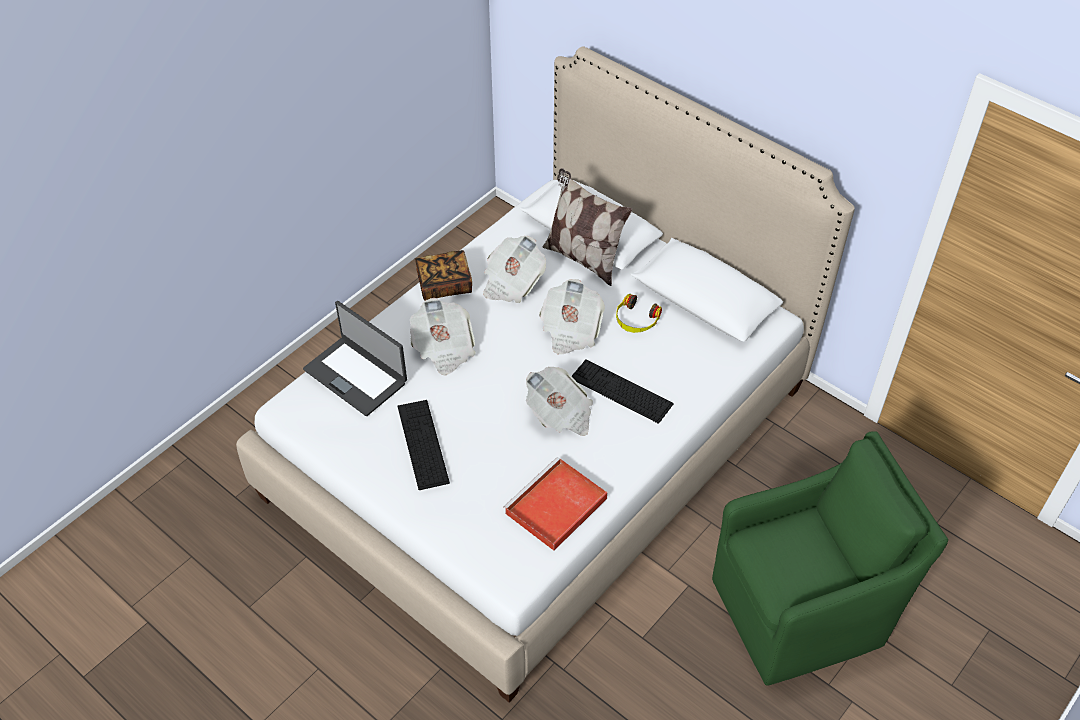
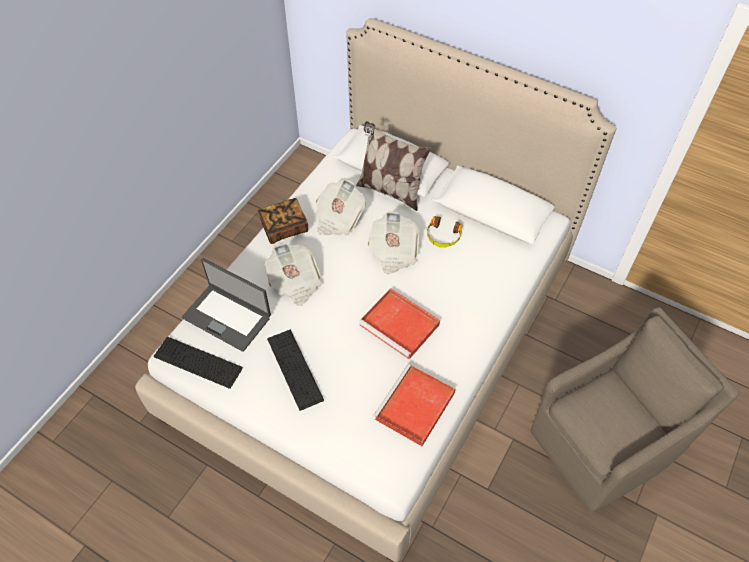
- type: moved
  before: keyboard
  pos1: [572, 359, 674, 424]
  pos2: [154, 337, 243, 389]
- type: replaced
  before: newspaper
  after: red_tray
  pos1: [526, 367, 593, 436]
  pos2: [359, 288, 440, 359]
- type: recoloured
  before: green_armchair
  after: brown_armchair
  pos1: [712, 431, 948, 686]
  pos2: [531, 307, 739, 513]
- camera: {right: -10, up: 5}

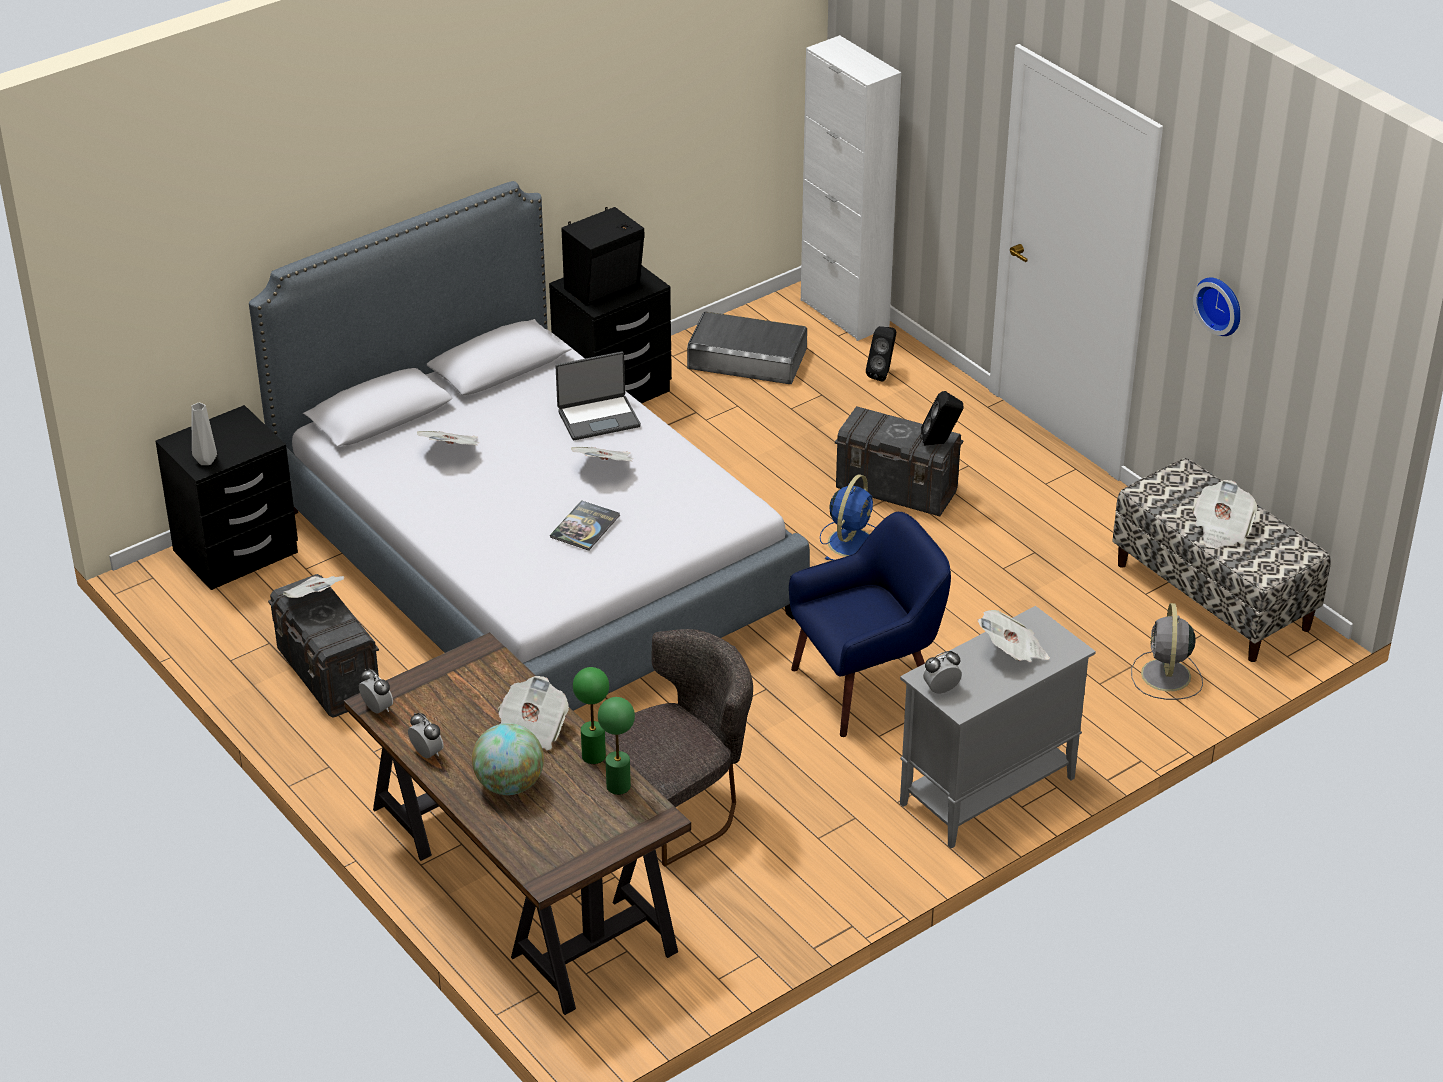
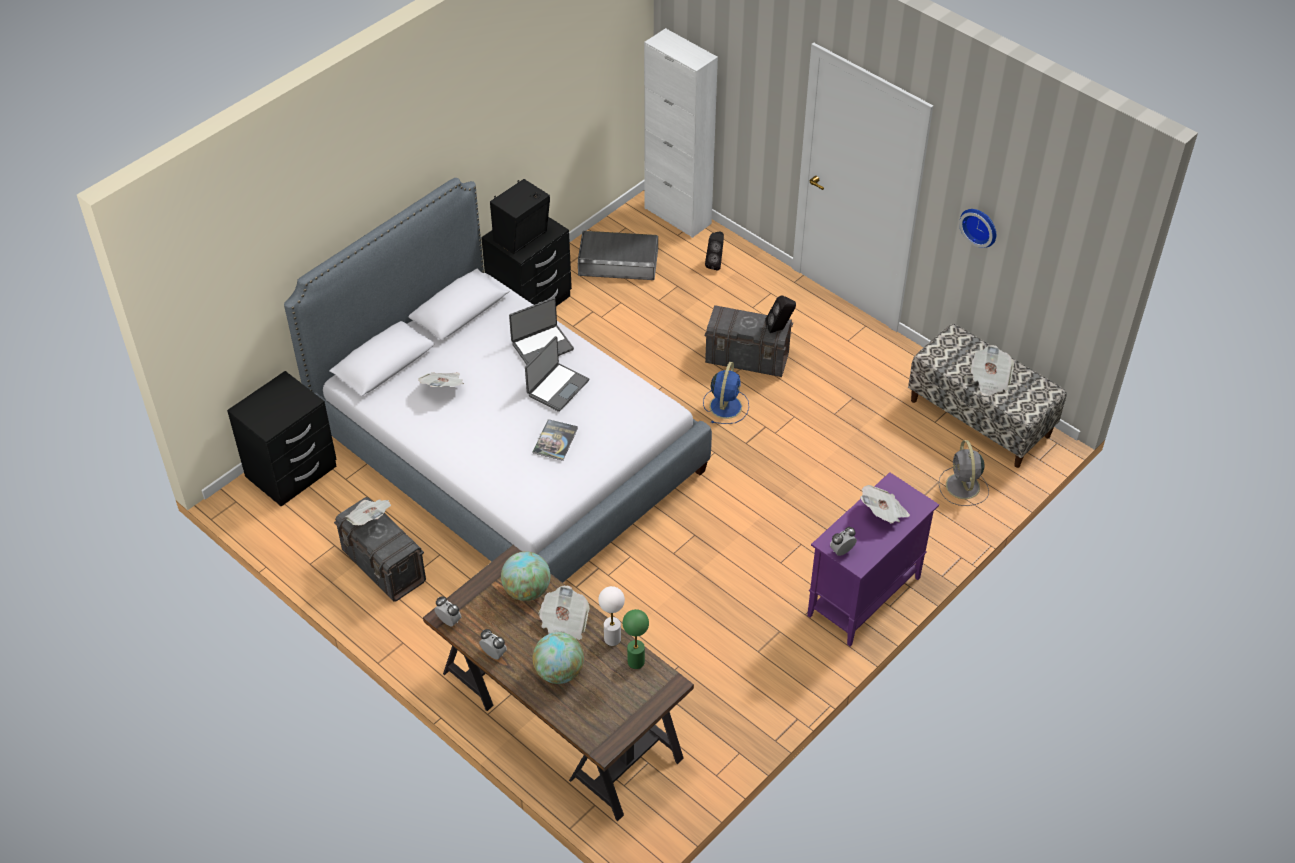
- type: removed
  before: grey_vase
  pos1: [191, 402, 217, 465]
- type: removed
  before: grey_chair
  pos1: [605, 629, 753, 867]
- type: removed
  before: blue_armchair
  pos1: [789, 512, 951, 737]
- type: added
  after: globe
  pos2: [501, 551, 550, 601]
- type: replaced
  before: newspaper
  after: laptop
  pos1: [571, 447, 633, 462]
  pos2: [525, 336, 589, 412]
- type: recoloured
  before: green_table_lamp
  after: white_table_lamp
  pos1: [573, 667, 609, 764]
  pos2: [598, 586, 625, 646]
- type: recoloured
  before: grey_cabinet
  after: purple_cabinet
  pos1: [900, 606, 1096, 849]
  pos2: [807, 472, 939, 646]
- camera: {right: -10, up: 10}

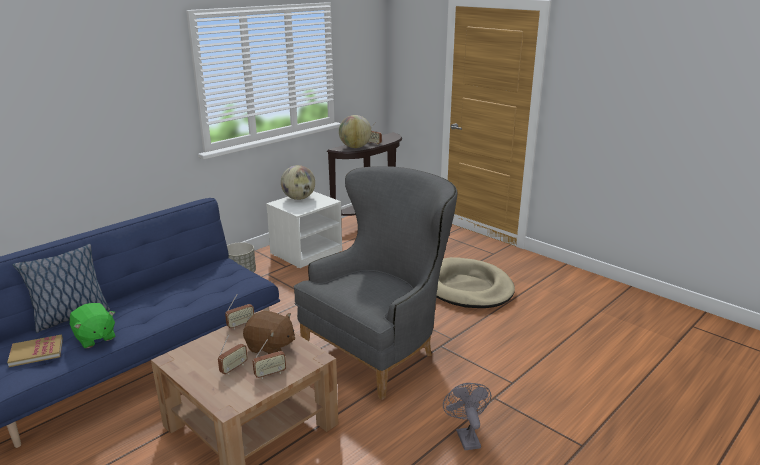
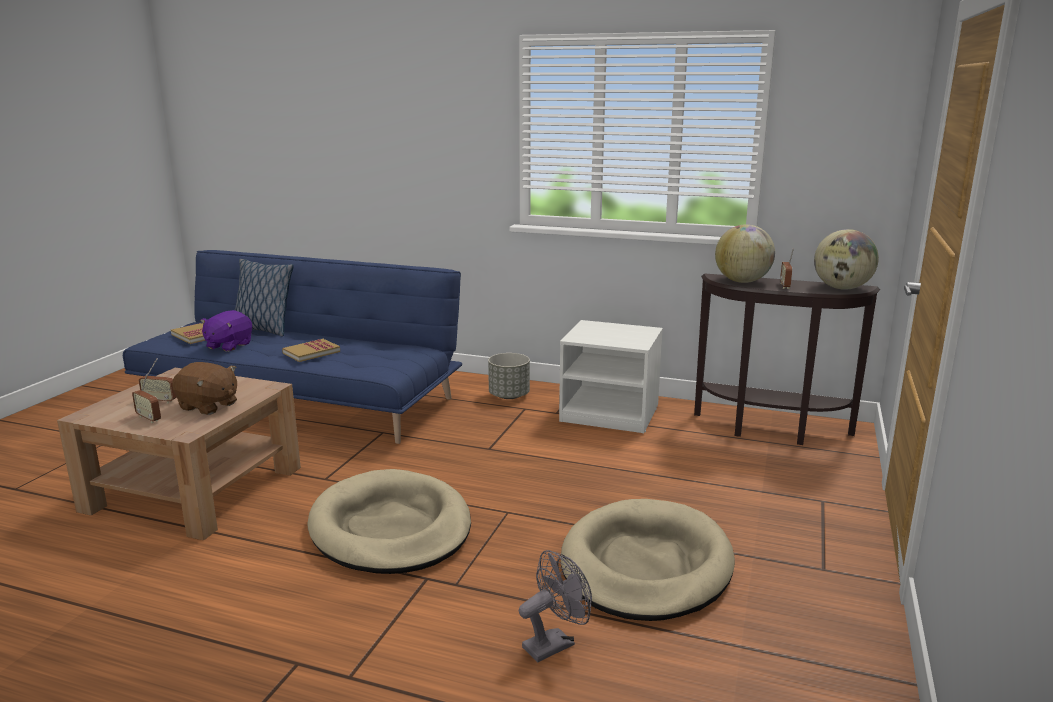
- type: removed
  before: radio
  pos1: [225, 294, 254, 329]
- type: added
  after: book
  pos2: [282, 339, 340, 362]
- type: moved
  before: globe
  pos1: [281, 165, 315, 200]
  pos2: [814, 229, 879, 290]
- type: moved
  before: grey_fan
  pos1: [443, 383, 491, 450]
  pos2: [519, 550, 592, 662]
- type: replaced
  before: grey_armchair
  after: beige_dog_bed
  pos1: [294, 166, 457, 400]
  pos2: [307, 469, 471, 574]
- type: recoloured
  before: green_plush_toy
  after: purple_plush_toy
  pos1: [70, 303, 115, 348]
  pos2: [200, 310, 252, 352]
- type: turned
  before: brown_plush_toy
  pos1: [243, 311, 295, 354]
  pos2: [172, 362, 237, 415]
  turn: -60
- camera: {right: 65, up: -5}

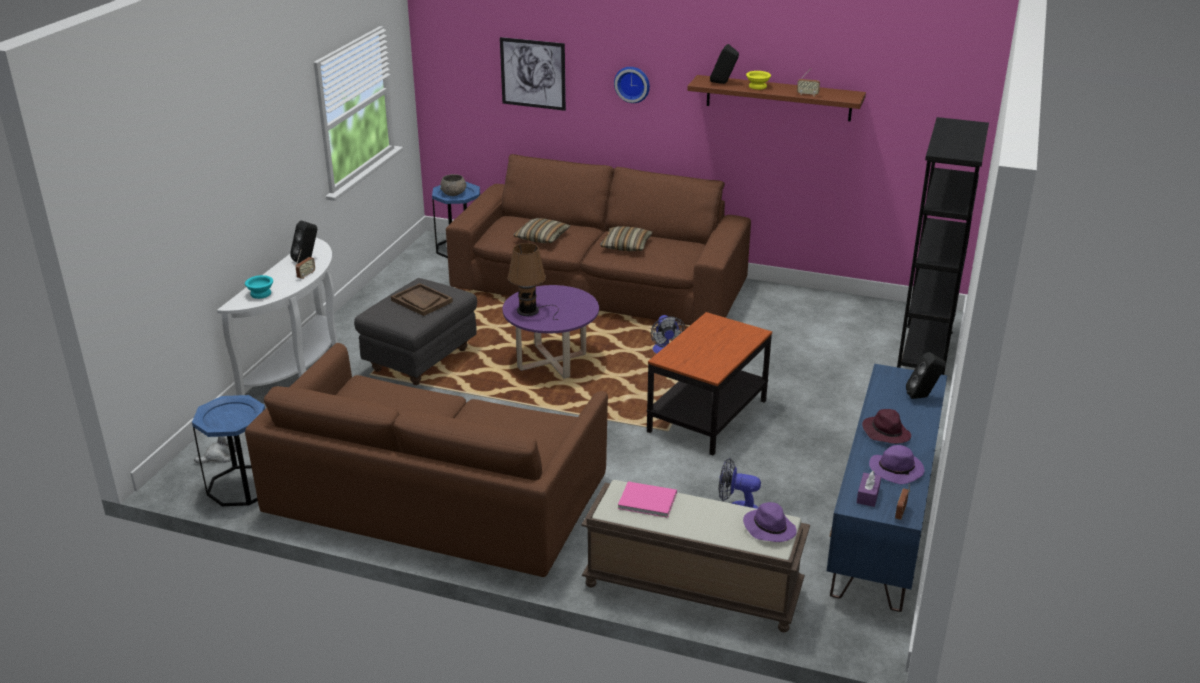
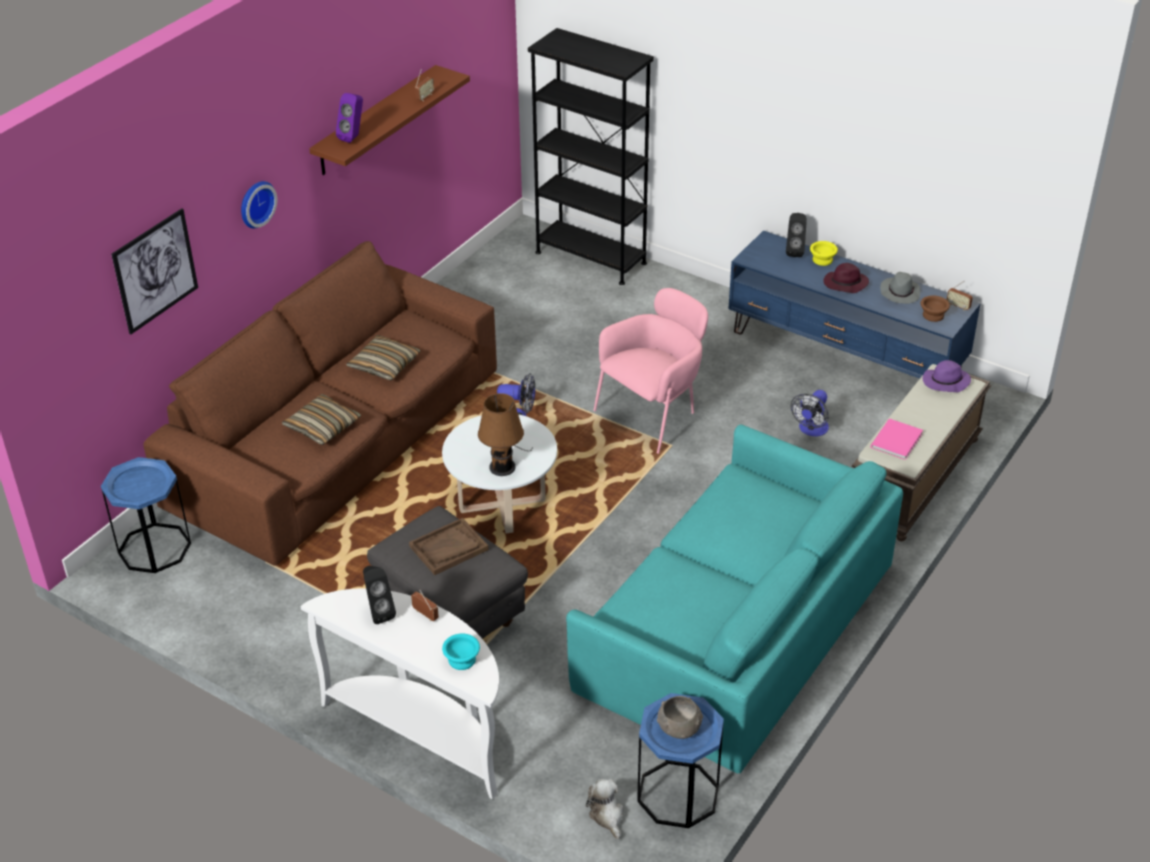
- type: moved
  before: grey_bowl
  pos1: [440, 174, 466, 196]
  pos2: [657, 696, 703, 739]
- type: moved
  before: yellow_bowl
  pos1: [746, 71, 771, 90]
  pos2: [810, 241, 838, 266]
- type: replaced
  before: side_table
  after: pink_armchair
  pos1: [647, 312, 772, 456]
  pos2: [593, 288, 708, 454]
- type: replaced
  before: purple_tissue_box
  after: brown_bowl
  pos1: [857, 471, 881, 507]
  pos2: [920, 295, 950, 322]
- type: recoloured
  before: brown_sofa
  after: turquoise_sofa
  pos1: [245, 343, 608, 577]
  pos2: [566, 424, 903, 774]
- type: recoloured
  before: purple_coffee_table
  after: white_coffee_table
  pos1: [503, 285, 599, 379]
  pos2: [442, 414, 557, 533]
- type: recoloured
  before: black_speaker
  after: purple_speaker
  pos1: [710, 44, 739, 84]
  pos2: [336, 93, 363, 143]
- type: recoloured
  before: purple_hat
  after: grey_hat
  pos1: [869, 445, 924, 484]
  pos2: [880, 272, 920, 304]
- camera: {right: -75, up: 10}

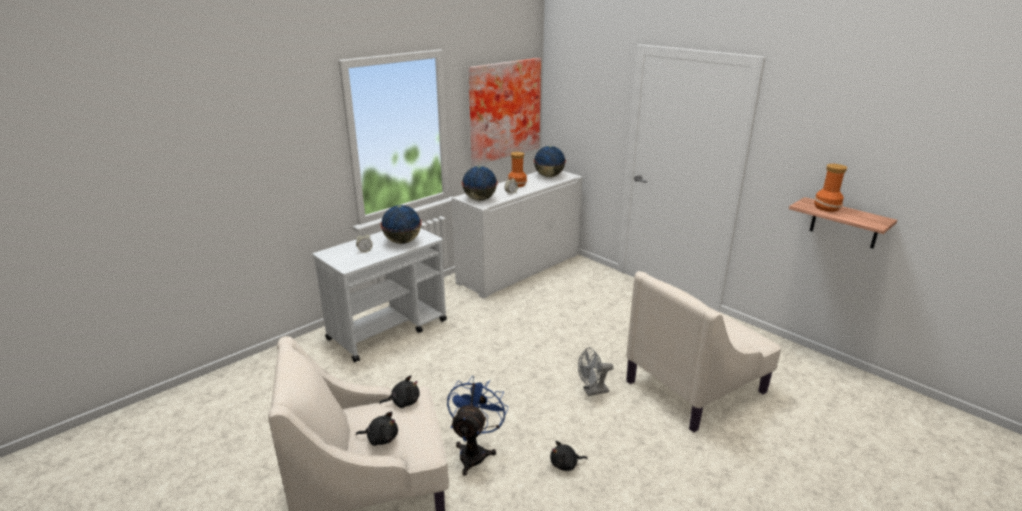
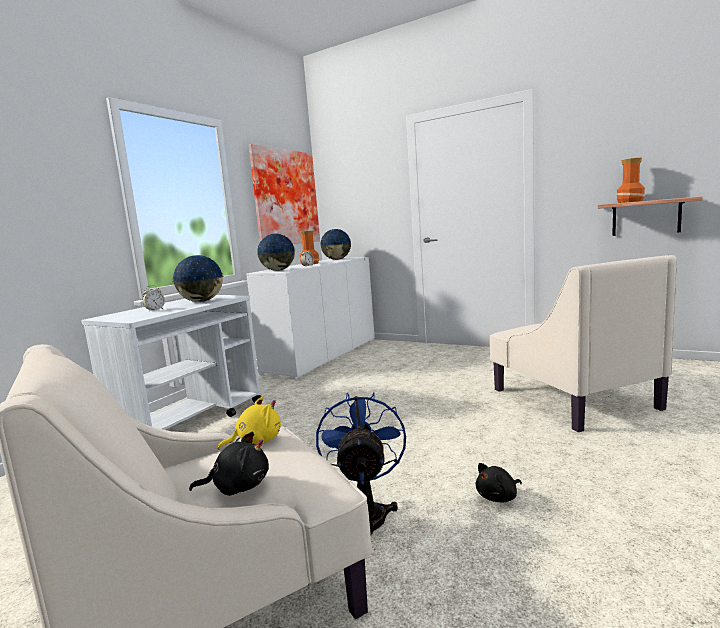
- type: removed
  before: grey_fan
  pos1: [578, 347, 614, 396]
- type: recoloured
  before: black_plush_toy
  after: yellow_plush_toy
  pos1: [379, 375, 420, 408]
  pos2: [218, 397, 281, 450]
- type: turned
  before: beige_armchair
  pos1: [626, 271, 781, 432]
  pos2: [490, 255, 677, 432]
  turn: -60
- camera: {right: -15, up: -15}

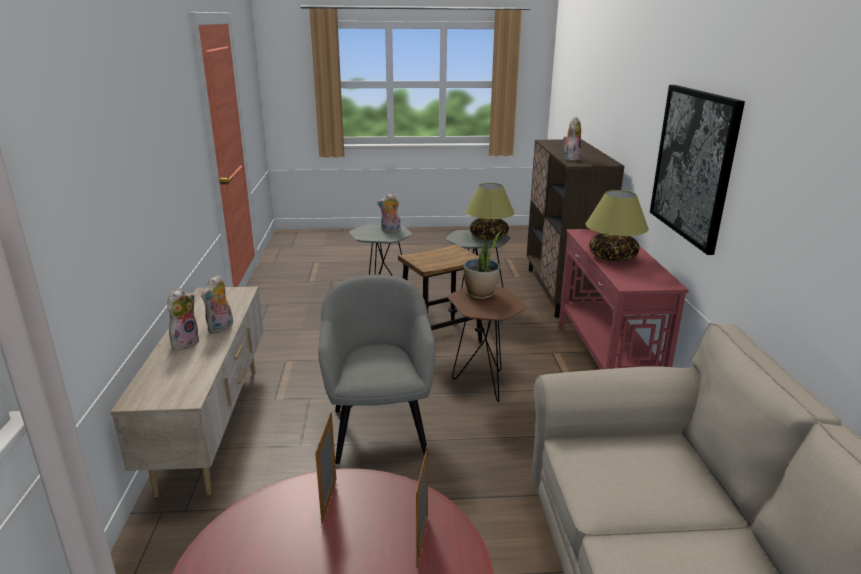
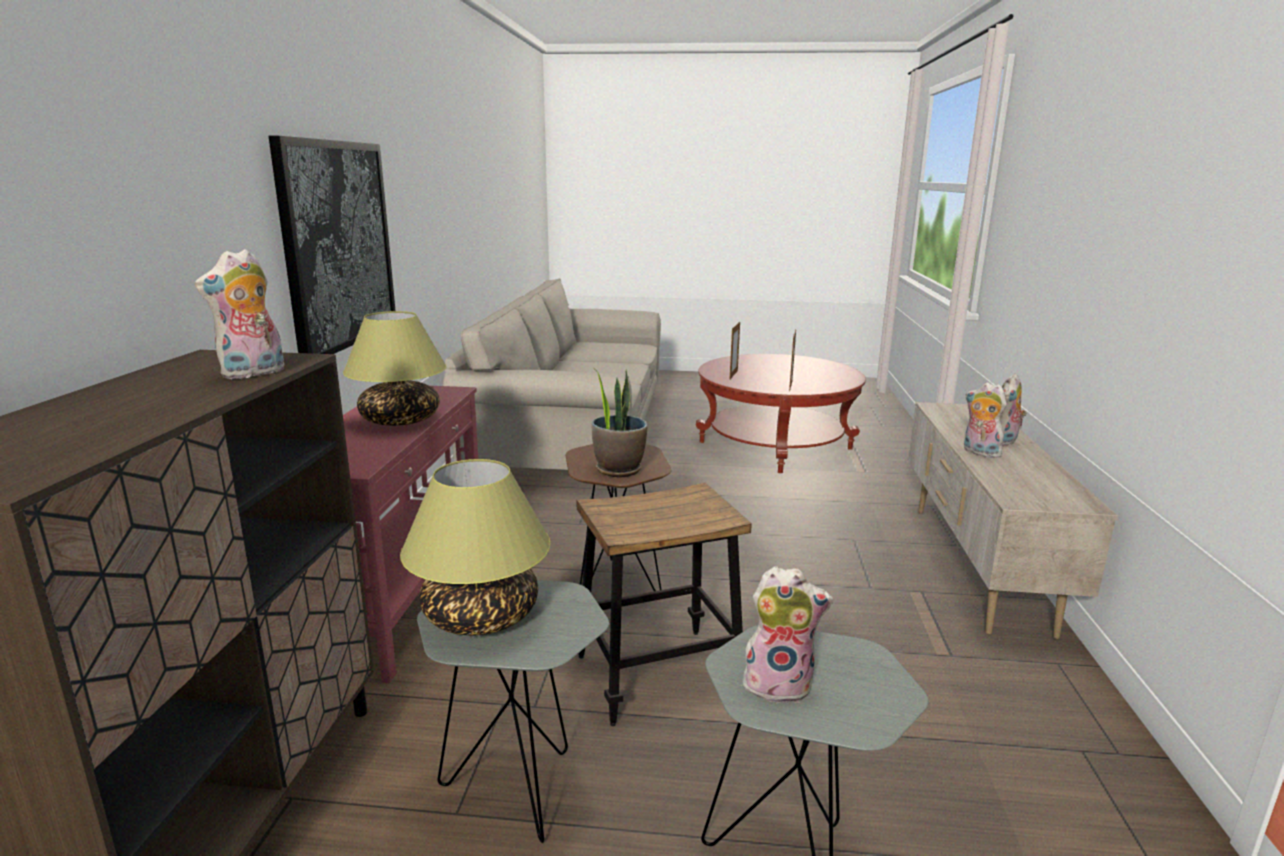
- type: removed
  before: grey_armchair
  pos1: [318, 275, 436, 464]
- type: turned
  before: plush_toy
  pos1: [201, 275, 233, 334]
  pos2: [964, 382, 1007, 458]
  turn: -75
- camera: {right: -170, up: -5}

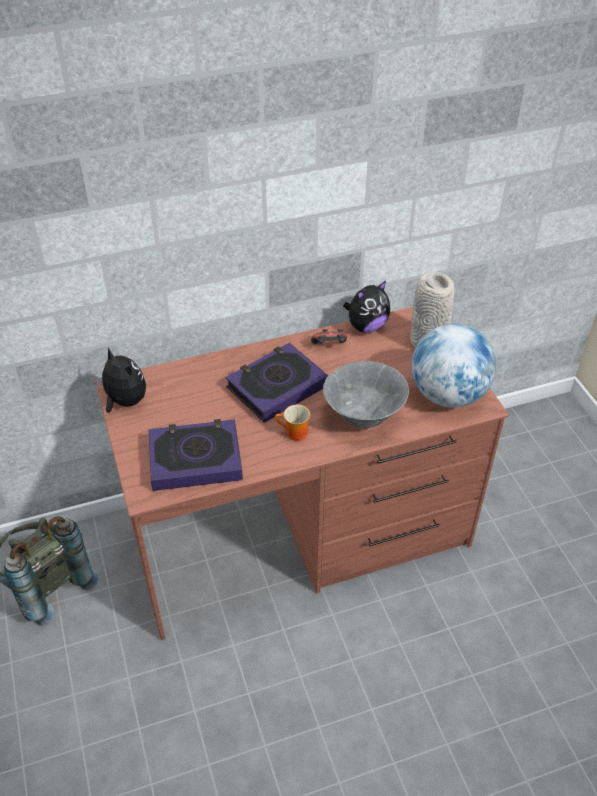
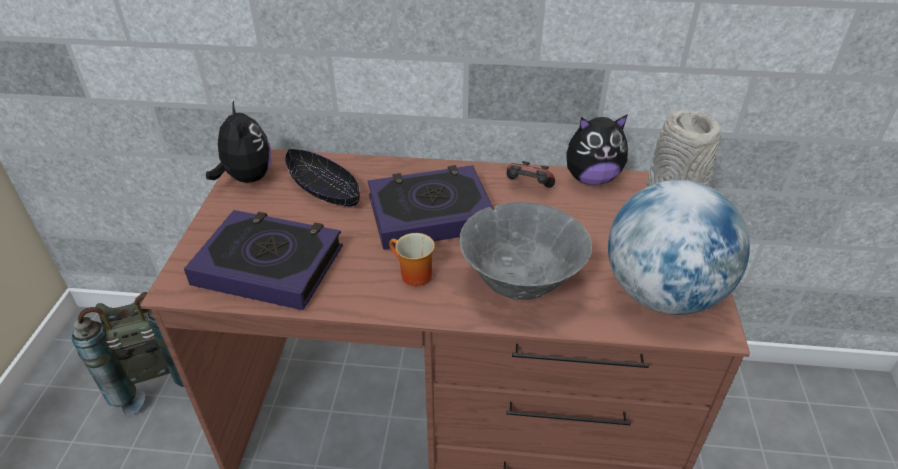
- type: added
  after: black_bowl
  pos2: [285, 149, 360, 207]
- camera: {right: 25, up: -5}

